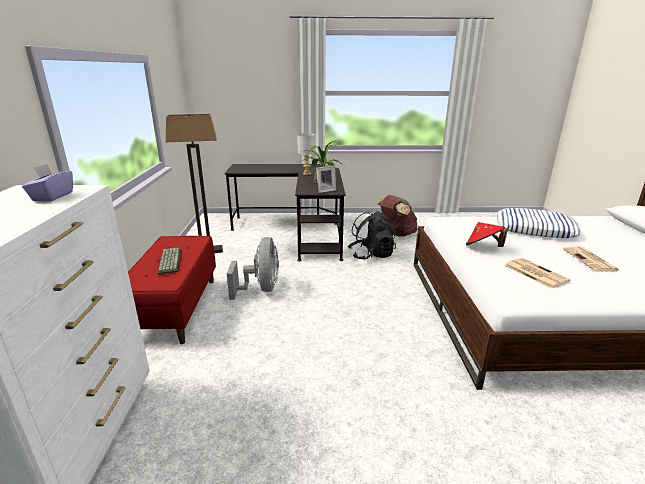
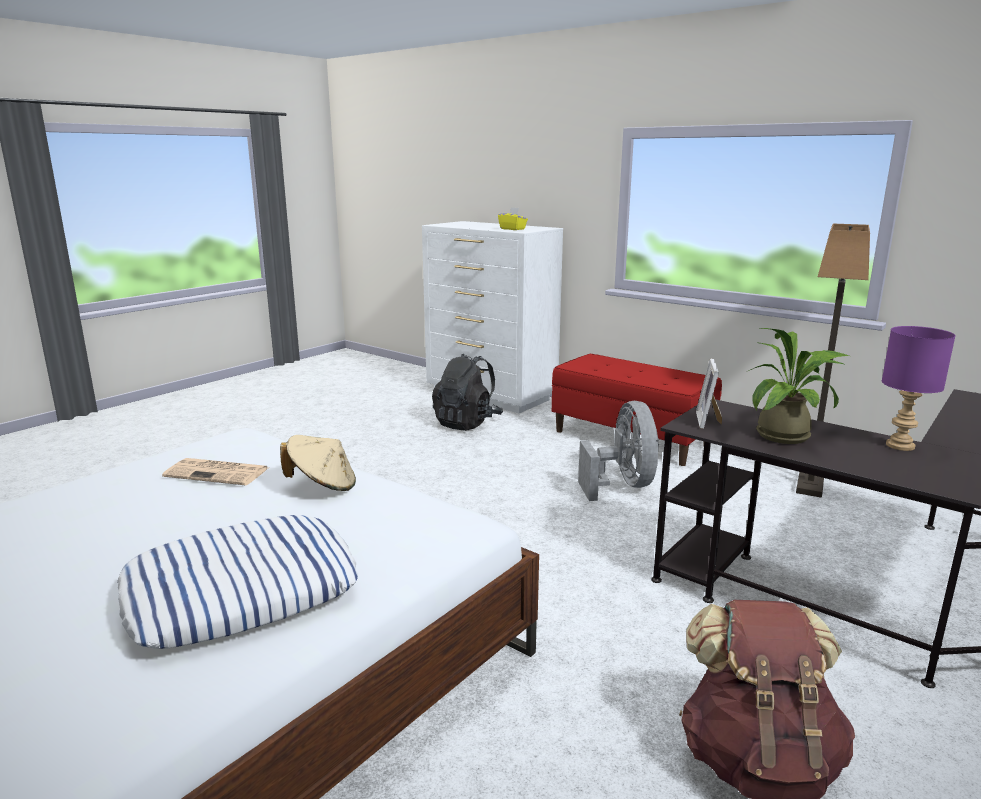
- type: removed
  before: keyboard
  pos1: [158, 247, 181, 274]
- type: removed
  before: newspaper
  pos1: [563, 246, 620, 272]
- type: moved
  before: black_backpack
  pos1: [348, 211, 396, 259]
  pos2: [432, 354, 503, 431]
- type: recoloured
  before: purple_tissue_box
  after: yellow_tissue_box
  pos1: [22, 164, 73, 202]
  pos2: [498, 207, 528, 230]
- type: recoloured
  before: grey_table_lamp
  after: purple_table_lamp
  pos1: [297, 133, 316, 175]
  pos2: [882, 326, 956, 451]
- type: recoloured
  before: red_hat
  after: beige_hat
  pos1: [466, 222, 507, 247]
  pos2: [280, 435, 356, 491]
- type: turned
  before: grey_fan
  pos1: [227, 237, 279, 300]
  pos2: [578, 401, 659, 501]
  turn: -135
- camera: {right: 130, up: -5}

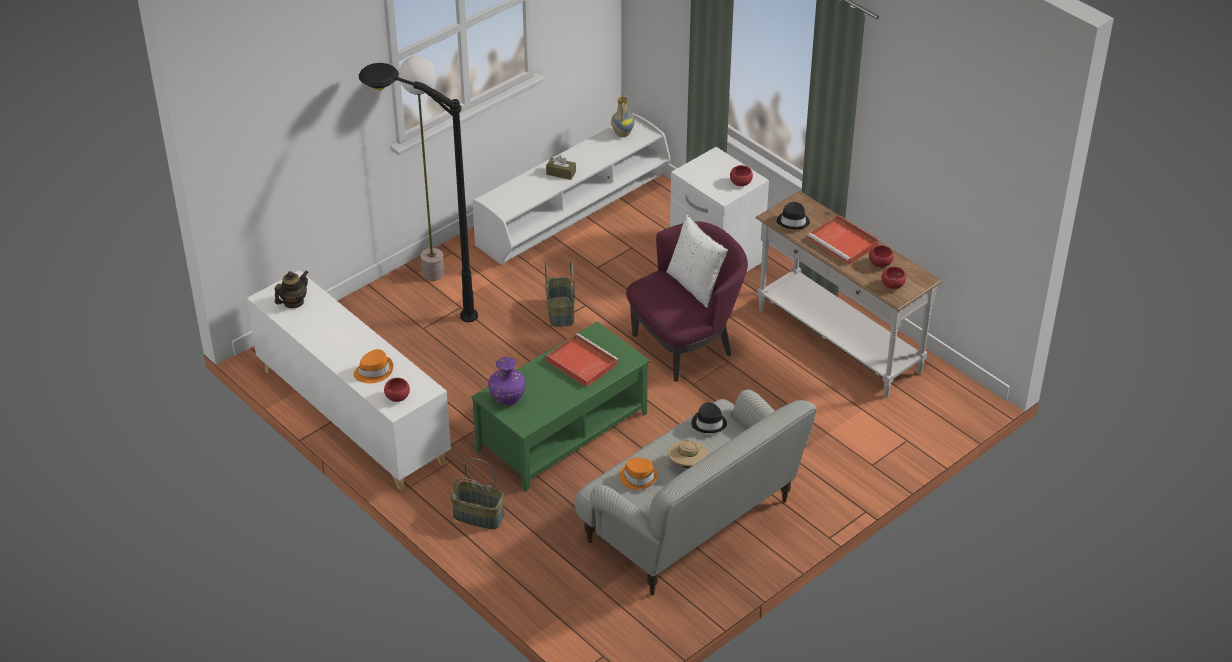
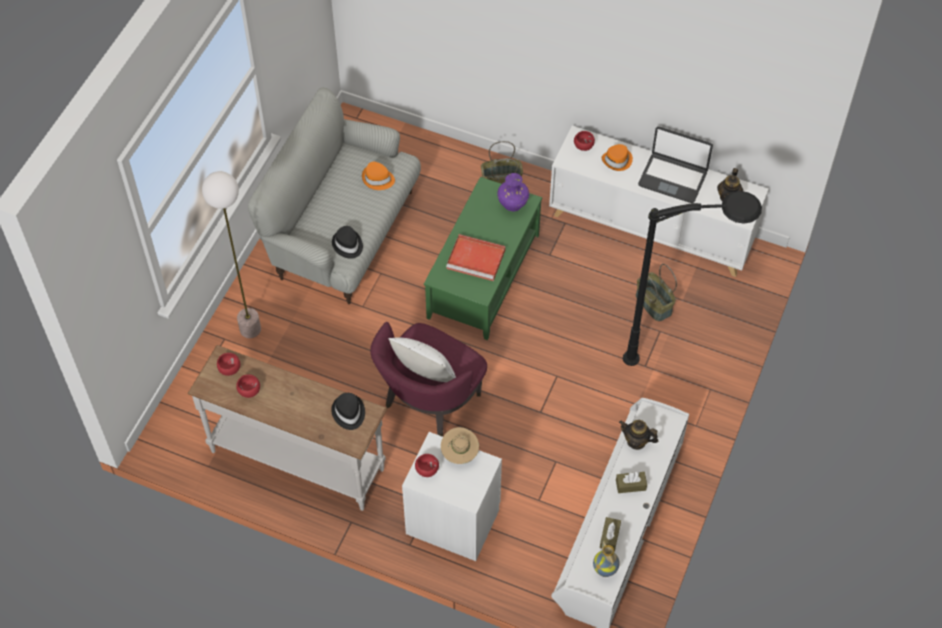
- type: removed
  before: red_tray
  pos1: [808, 215, 879, 265]
- type: added
  after: brown_tissue_box
  pos2: [600, 517, 621, 551]
- type: added
  after: teapot
  pos2: [619, 420, 658, 450]
- type: added
  after: laptop
  pos2: [638, 126, 713, 203]
- type: moved
  before: floor_lamp
  pos1: [399, 56, 445, 281]
  pos2: [202, 171, 261, 338]
- type: moved
  before: basket
  pos1: [545, 261, 575, 327]
  pos2: [636, 264, 677, 321]
- type: moved
  before: beige_hat
  pos1: [668, 440, 709, 468]
  pos2: [441, 427, 479, 464]
- camera: {right: 155, up: 15}

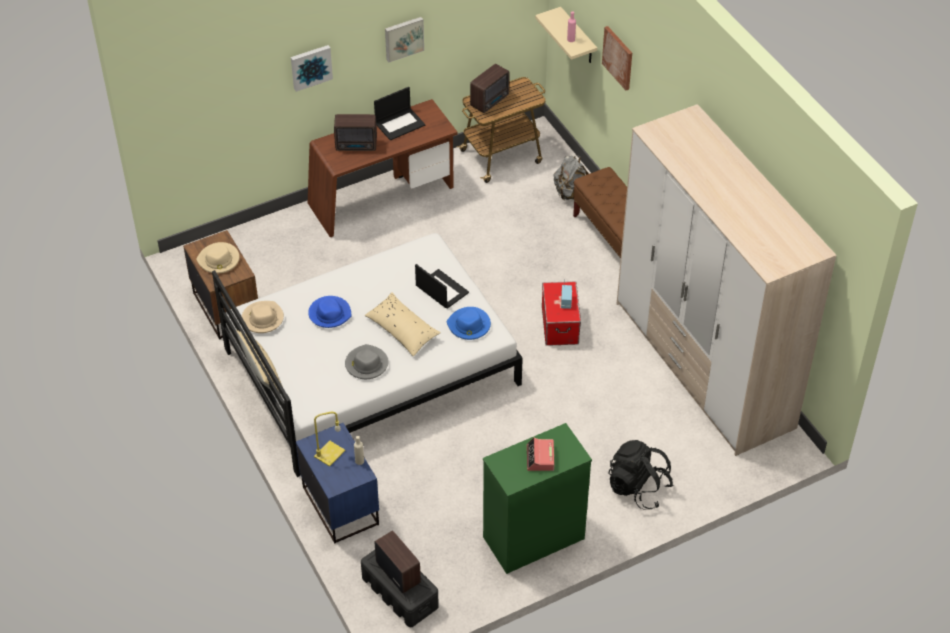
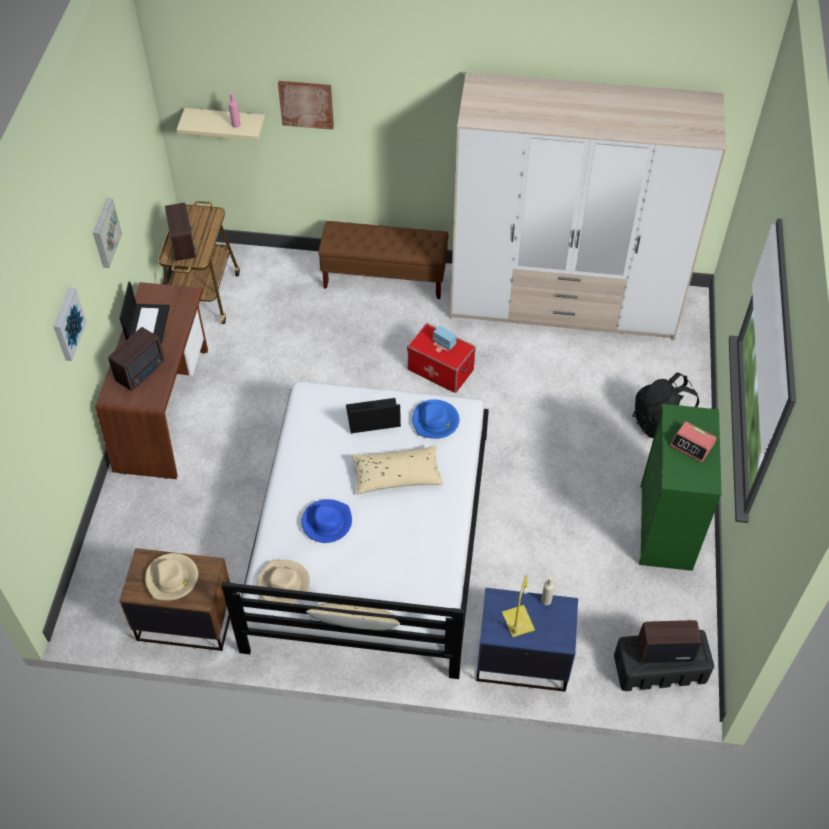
- type: removed
  before: grey_hat
  pos1: [345, 344, 389, 379]
- type: removed
  before: grey_backpack
  pos1: [553, 155, 589, 200]
- camera: {right: -55, up: 5}

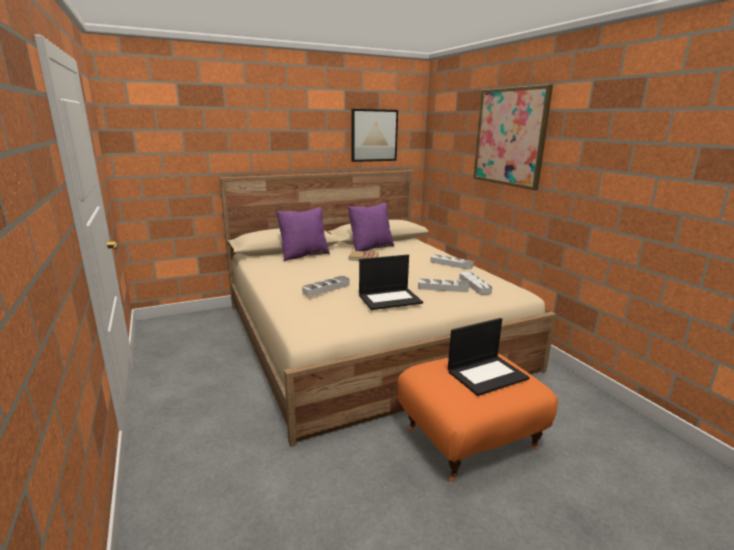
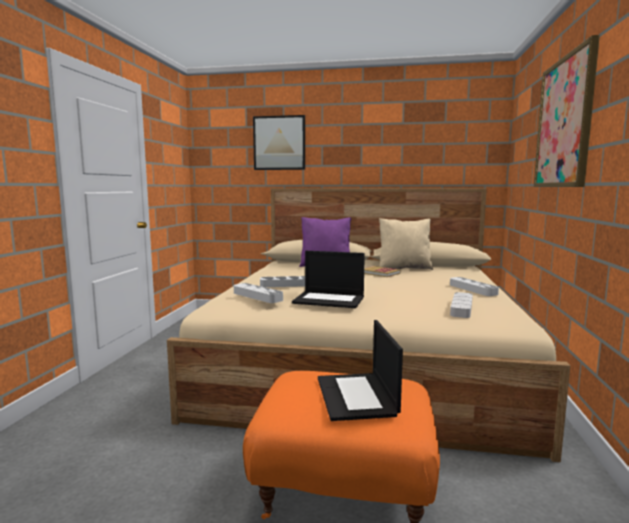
- type: moved
  before: picture
  pos1: [352, 109, 398, 162]
  pos2: [253, 115, 305, 170]
- type: moved
  before: grey_tray
  pos1: [418, 278, 469, 292]
  pos2: [234, 283, 283, 303]
- type: recoloured
  before: purple_pillow
  after: beige_pillow
  pos1: [348, 203, 394, 251]
  pos2: [379, 218, 433, 270]
- type: turned
  before: laptop
  pos1: [448, 318, 529, 396]
  pos2: [318, 320, 403, 421]
  turn: 75
- camera: {right: 35, up: -10}

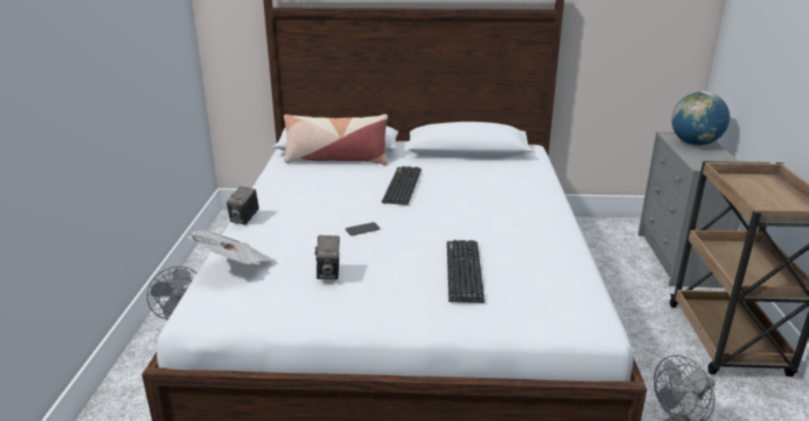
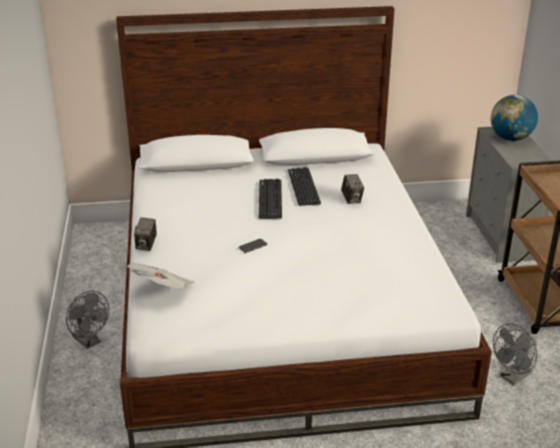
- type: removed
  before: pillow
  pos1: [283, 114, 388, 165]
- type: moved
  before: photo_camera
  pos1: [315, 235, 340, 280]
  pos2: [341, 174, 364, 204]
- type: moved
  before: keyboard
  pos1: [447, 240, 485, 303]
  pos2: [288, 167, 321, 206]
- camera: {right: -10, up: 5}

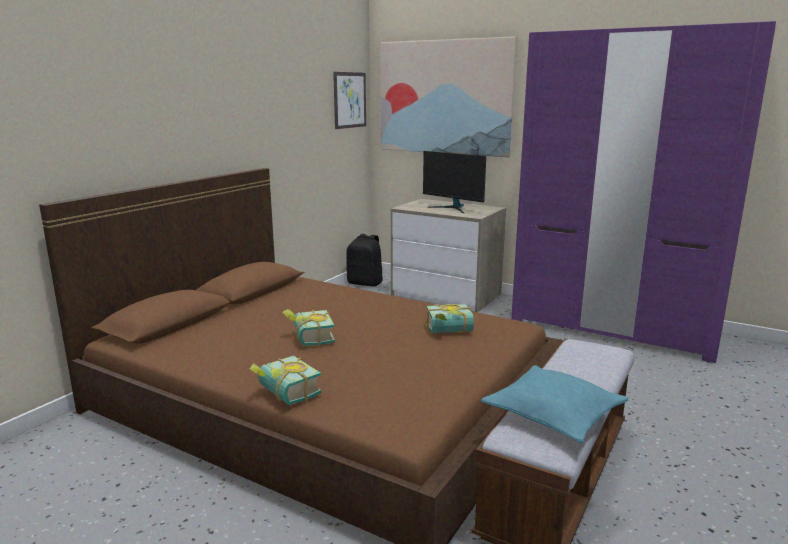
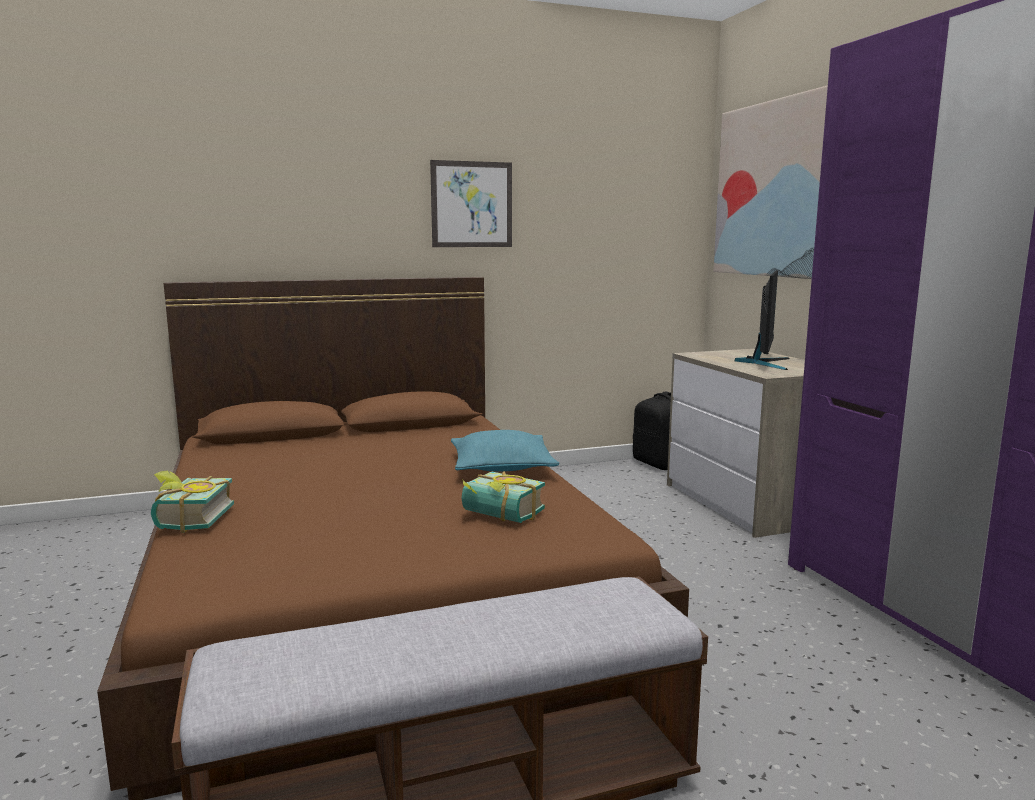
- type: removed
  before: book
  pos1: [282, 309, 335, 347]
- type: moved
  before: picture
  pos1: [333, 72, 366, 129]
  pos2: [430, 160, 512, 247]
- type: moved
  before: turquoise_pillow
  pos1: [481, 365, 629, 443]
  pos2: [451, 430, 559, 472]
- type: turned
  before: monitor
  pos1: [423, 151, 486, 213]
  pos2: [735, 270, 789, 370]
  turn: -150
- camera: {right: 40, up: -5}

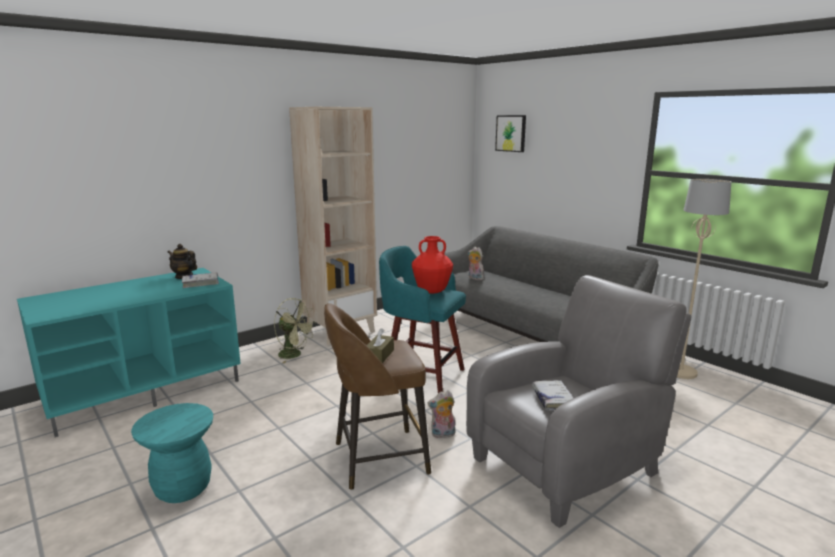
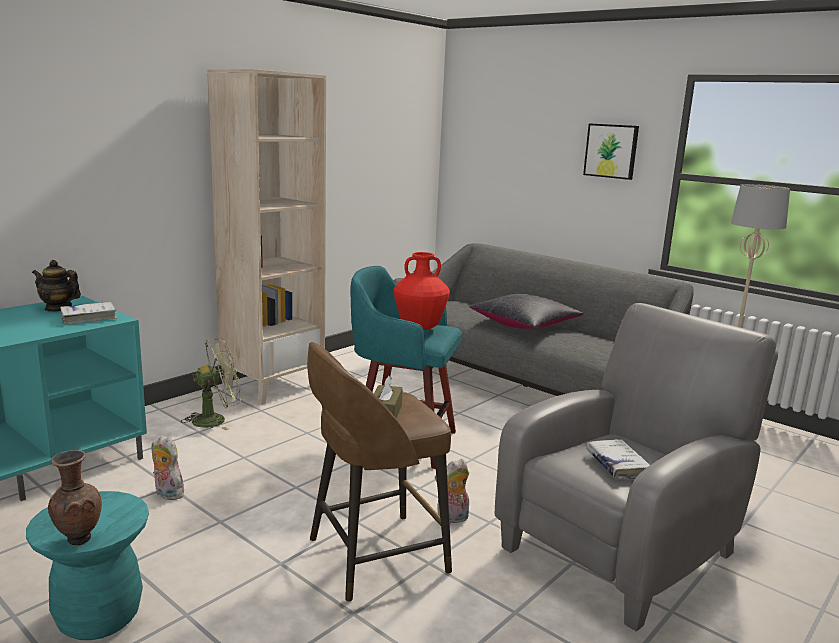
- type: added
  after: brown_vase
  pos2: [48, 450, 102, 546]
- type: added
  after: black_pillow
  pos2: [469, 294, 583, 329]
- type: moved
  before: plush_toy
  pos1: [468, 247, 484, 280]
  pos2: [151, 435, 184, 500]
- type: moved
  before: picture
  pos1: [495, 115, 526, 152]
  pos2: [583, 123, 639, 180]
- type: turned
  before: green_fan
  pos1: [274, 298, 316, 363]
  pos2: [181, 338, 241, 431]
  turn: -45
- camera: {right: -10, up: 0}

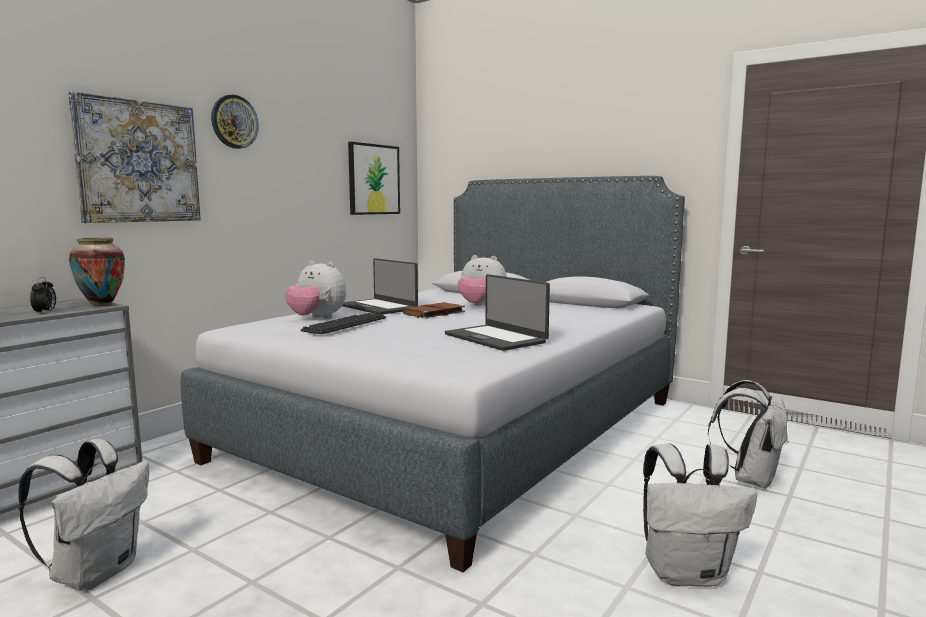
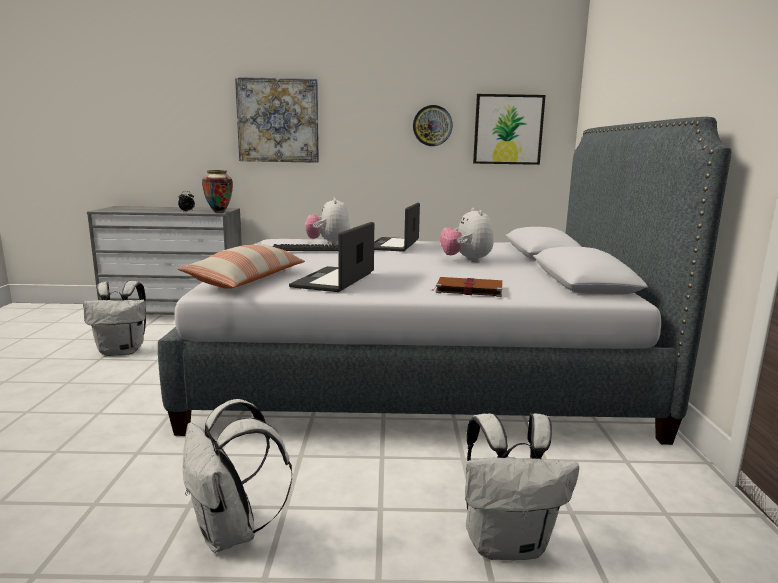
- type: added
  after: pillow
  pos2: [178, 244, 305, 289]
- type: moved
  before: wall_clock
  pos1: [211, 95, 259, 149]
  pos2: [413, 105, 453, 146]
- type: moved
  before: brown_book
  pos1: [402, 302, 465, 319]
  pos2: [431, 277, 502, 297]
- camera: {right: 55, up: 5}

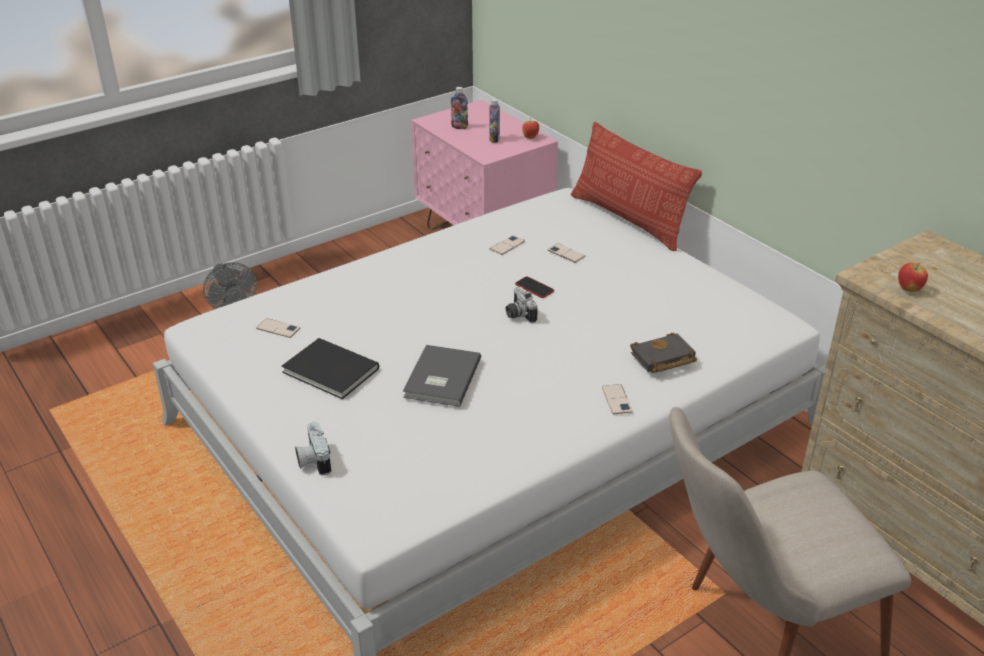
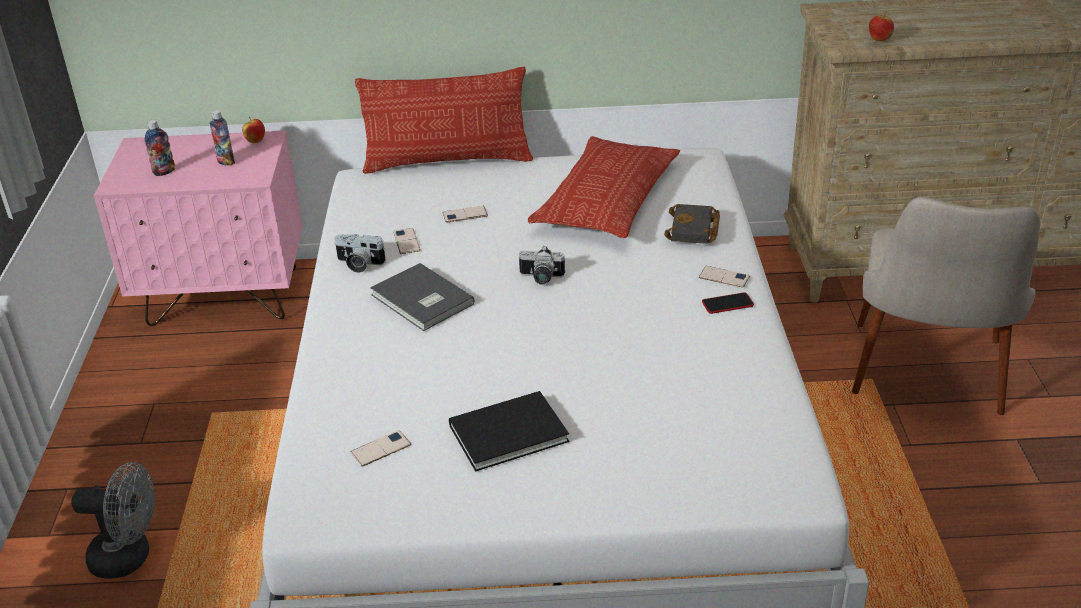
- type: added
  after: pillow
  pos2: [528, 136, 680, 238]
- type: moved
  before: photo_camera
  pos1: [295, 422, 331, 475]
  pos2: [334, 234, 386, 273]
- type: moved
  before: grey_book
  pos1: [403, 345, 481, 407]
  pos2: [370, 263, 475, 331]
- type: moved
  before: phone
  pos1: [515, 276, 554, 298]
  pos2: [702, 293, 754, 314]
- camera: {right: -55, up: 0}

